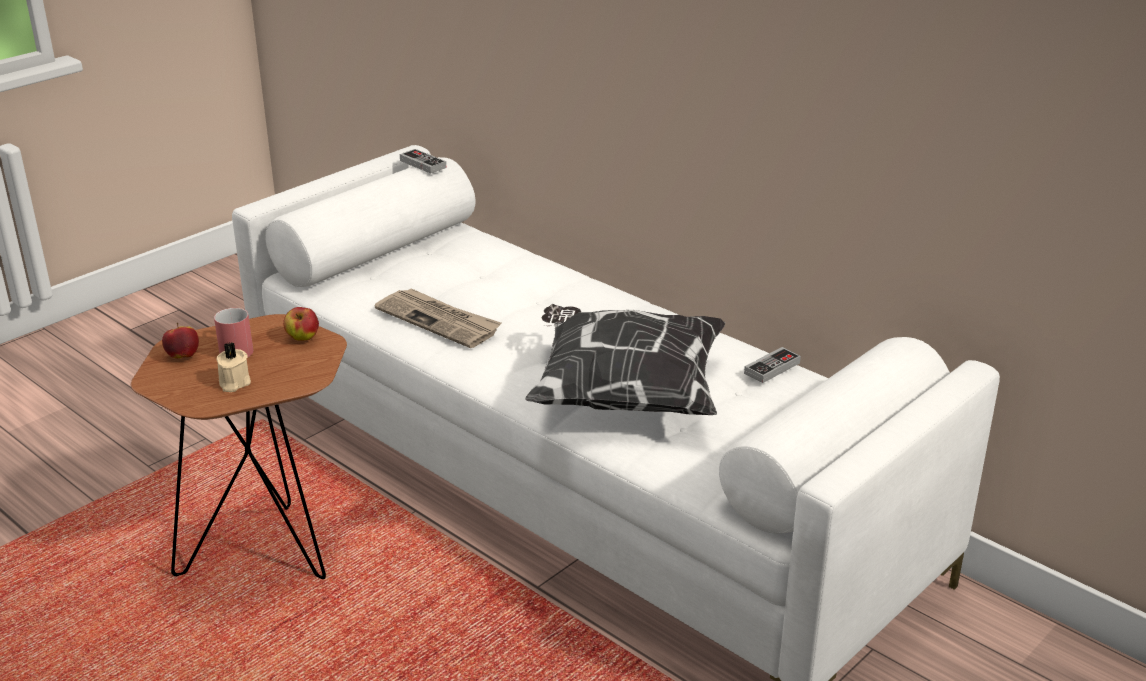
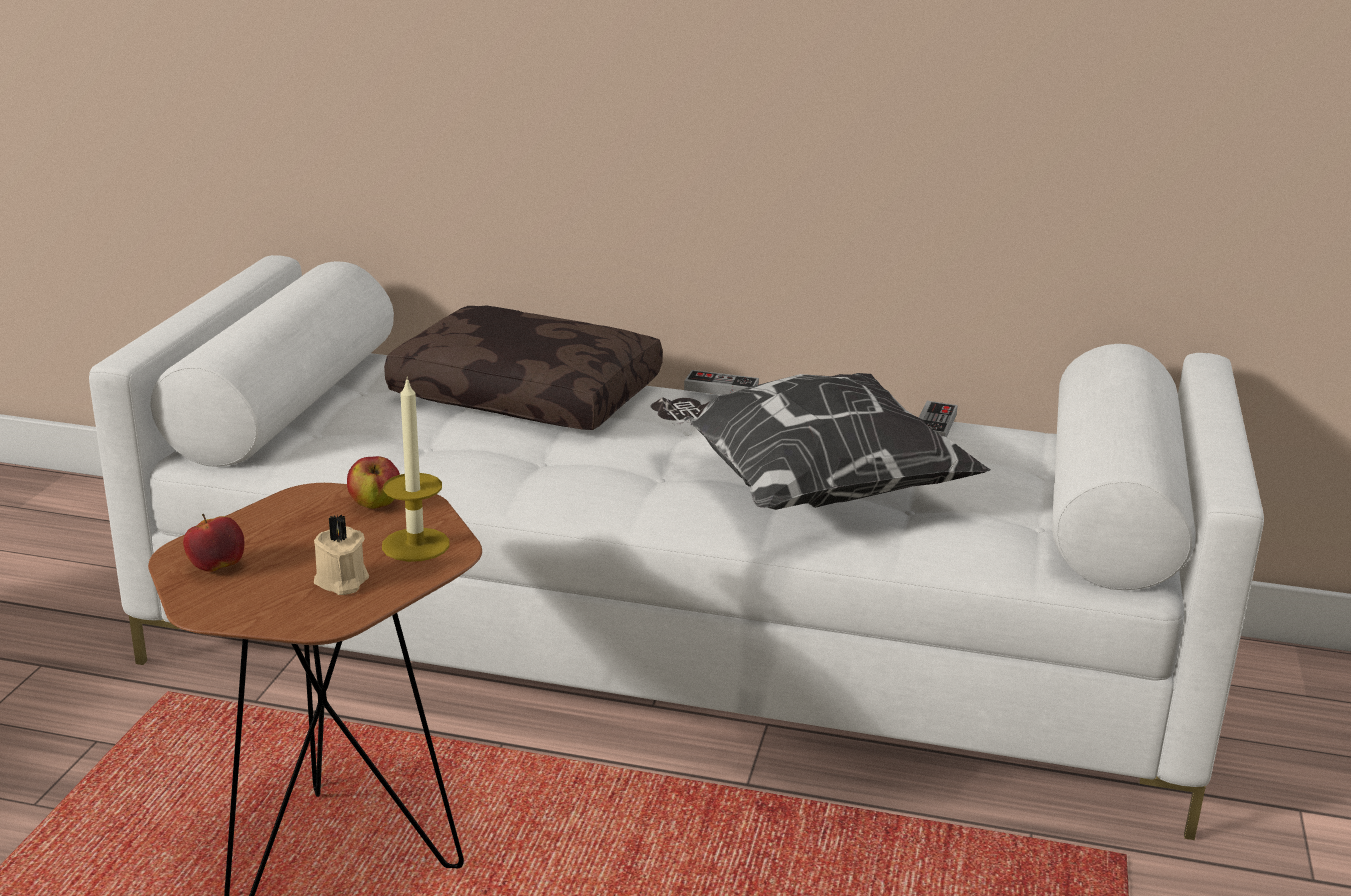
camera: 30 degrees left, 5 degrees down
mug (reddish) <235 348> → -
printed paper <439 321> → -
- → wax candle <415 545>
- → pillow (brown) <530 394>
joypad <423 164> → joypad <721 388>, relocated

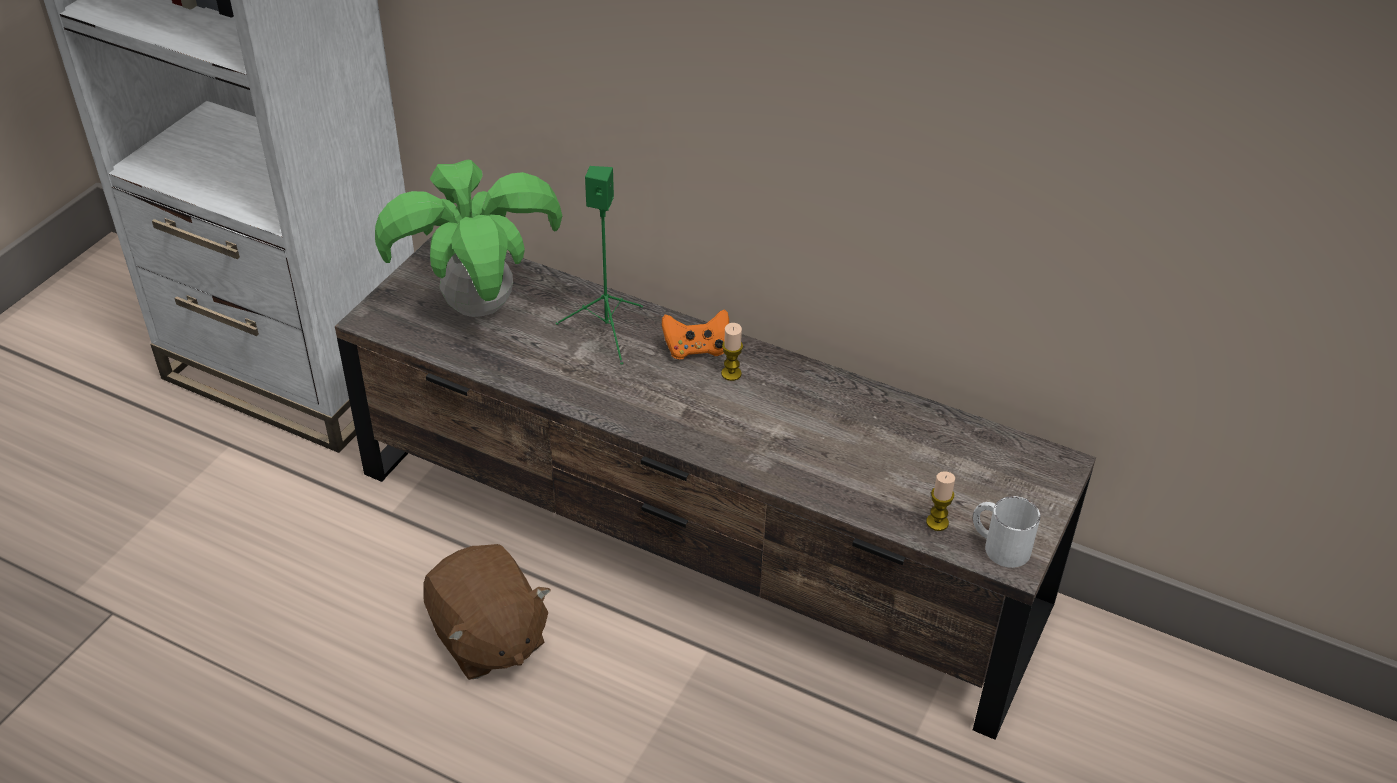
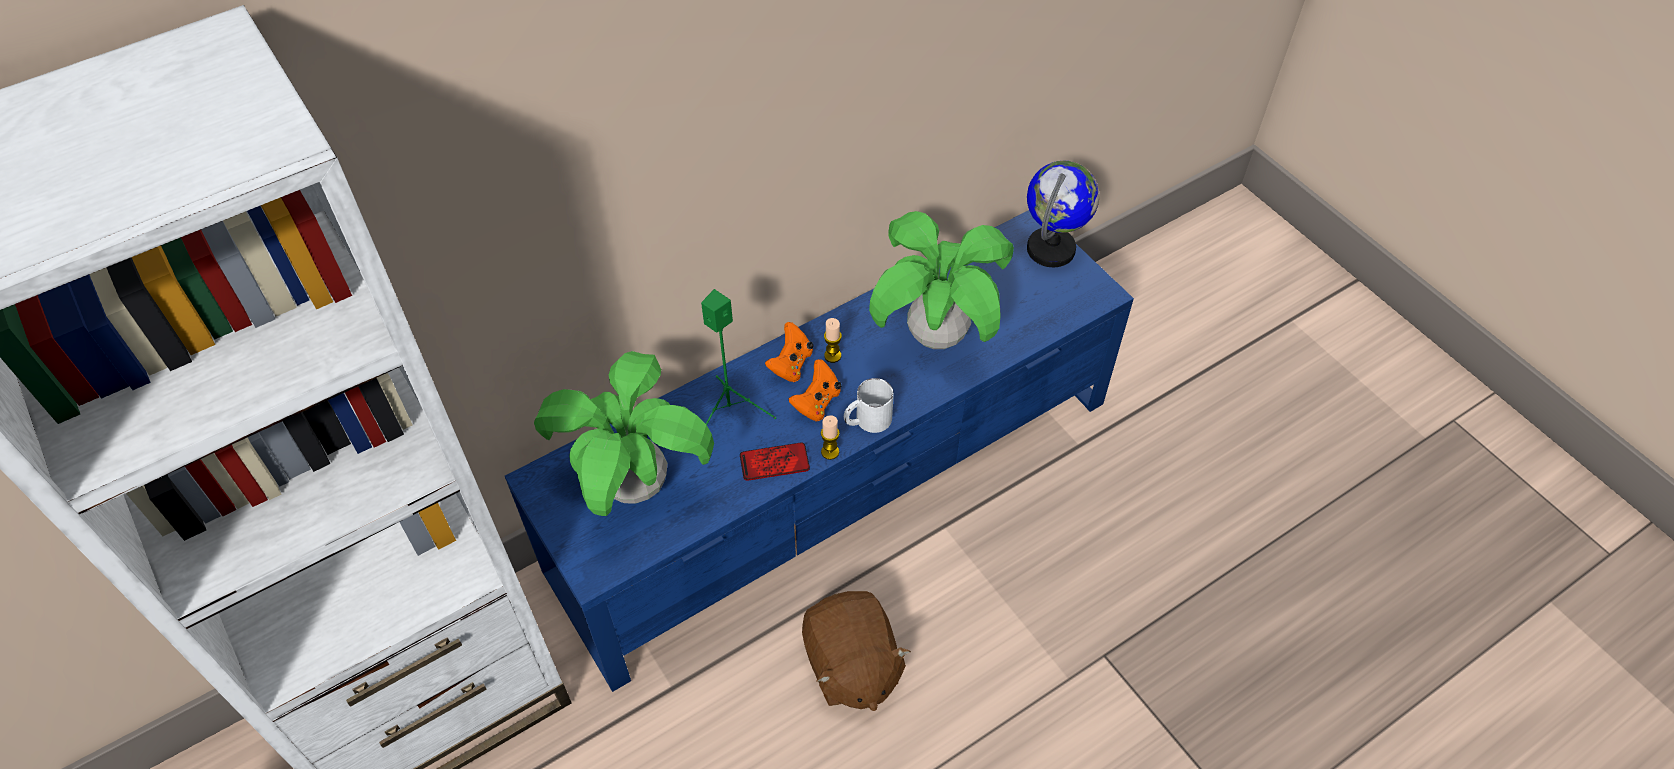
camera: 60 degrees left, 10 degrees up
- → phone <774 462>
- → joypad (orange) <817 402>
- → potted plant <938 336>
- → world globe <1051 249>
wax candle <937 522> → wax candle <830 452>, relocated
mug (white) <998 545> → mug (white) <867 420>, relocated
tv unit (brown) <699 539> → tv unit (blue) <838 483>
plush toy (brown) <488 638> → plush toy (brown) <851 666>, 75 degrees clockwise

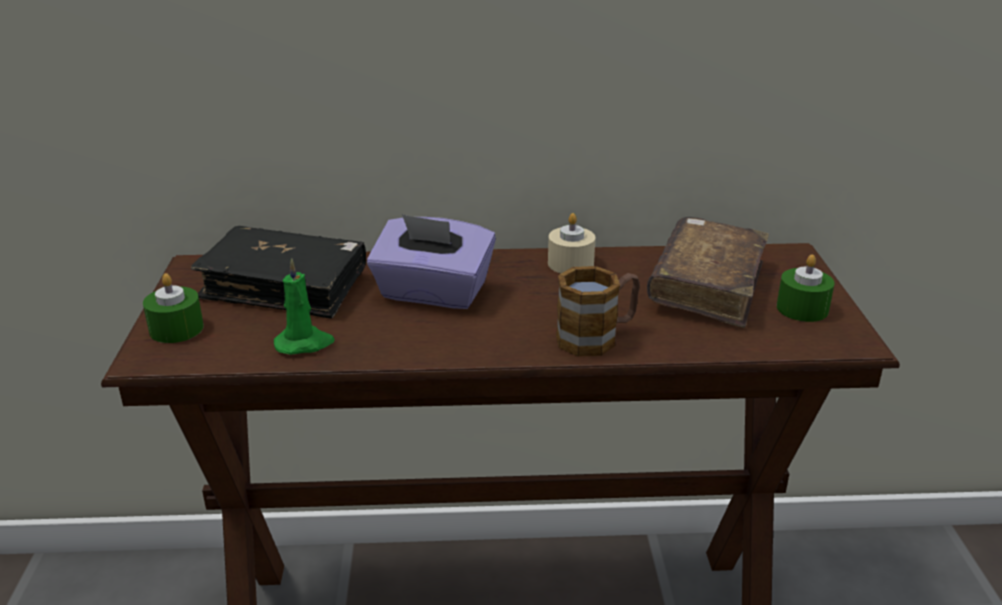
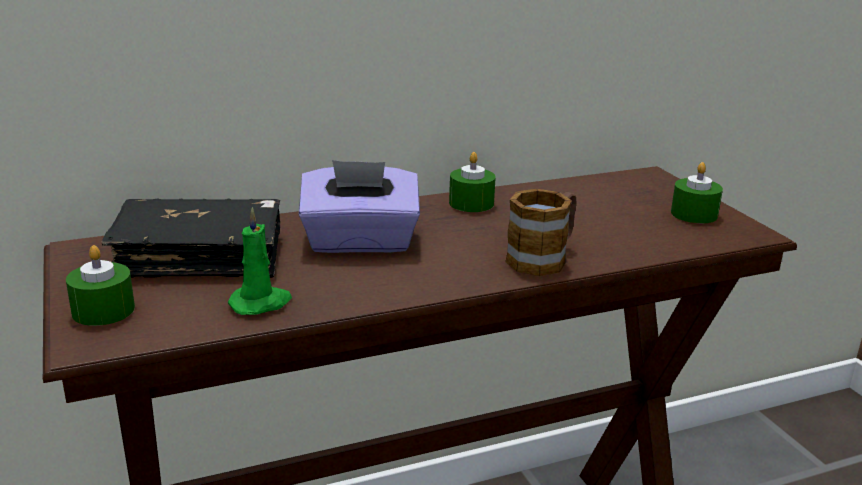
camera: 20 degrees left, 5 degrees down
volume (brown) <707 286> → -
wax candle (sand-coloured) <570 264> → wax candle (green-coloured) <471 203>

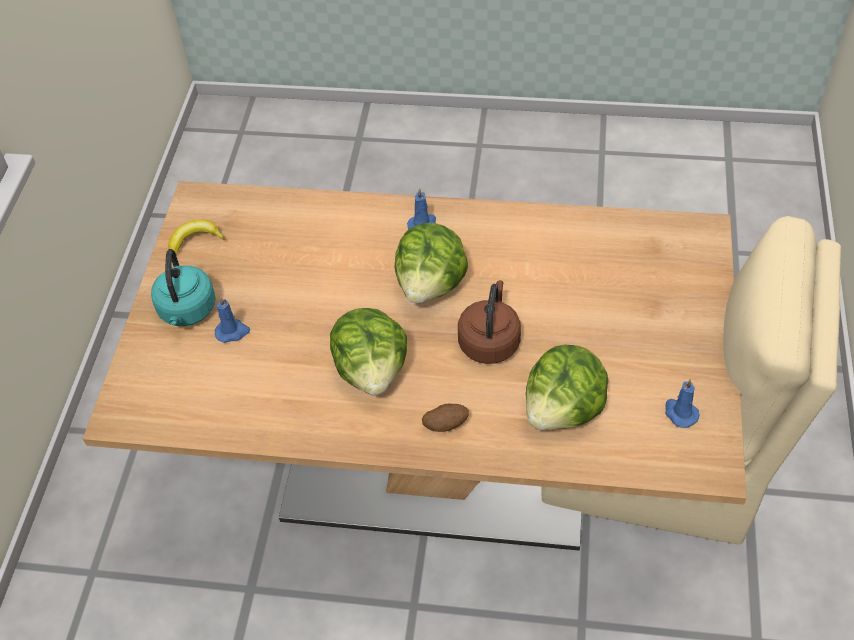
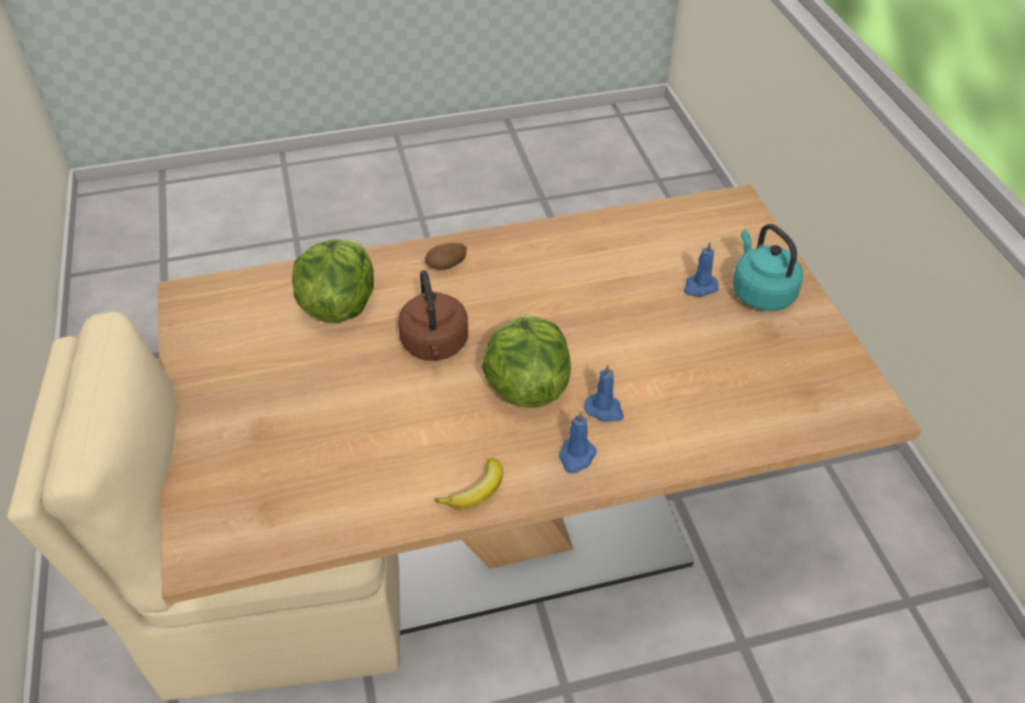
camera: 155 degrees right, 5 degrees down
lettuce head <372 370> → -
banana fruit <195 241> → banana fruit <476 491>, relocated
wax candle (blue) <680 413> → wax candle (blue) <604 410>, relocated

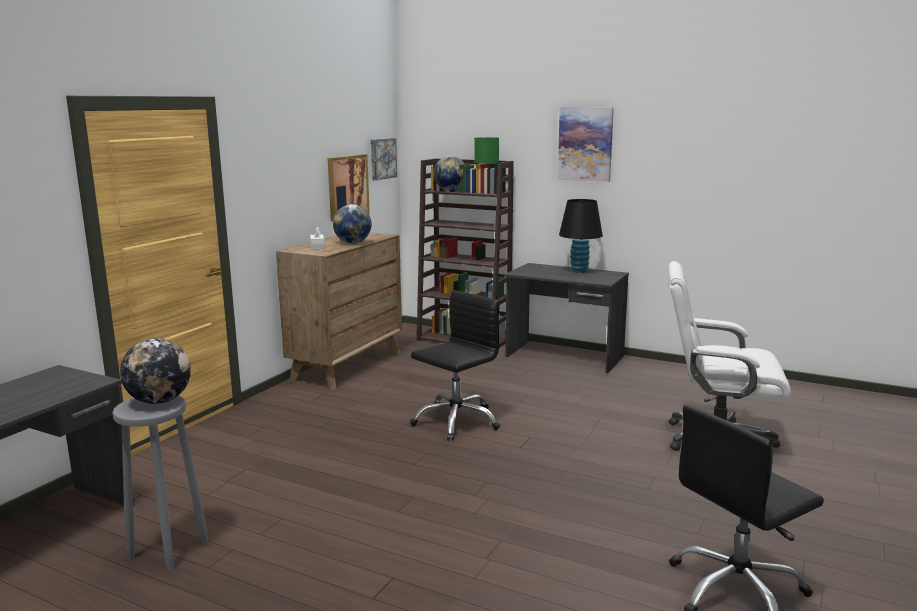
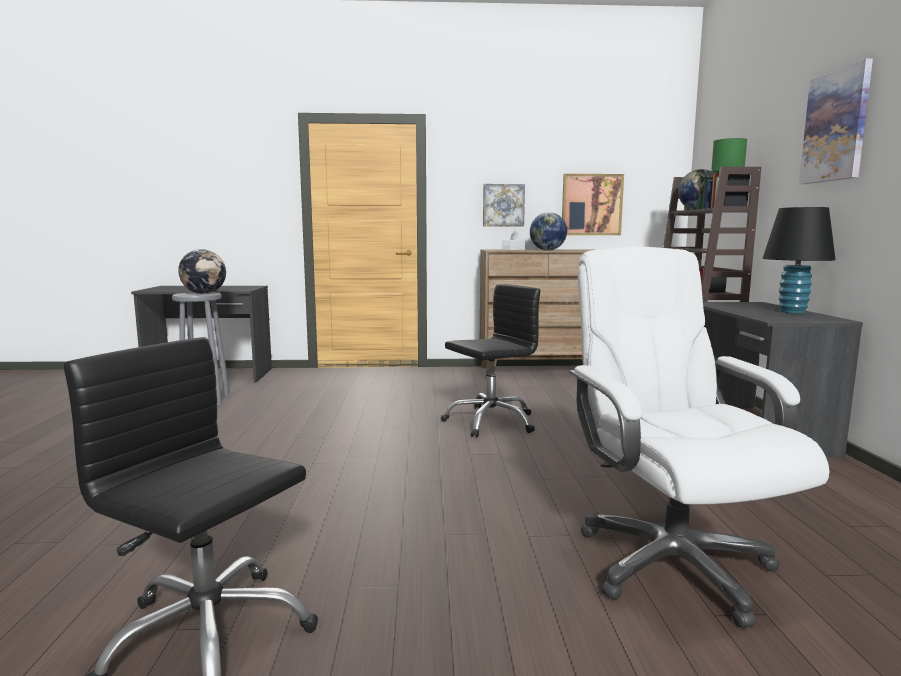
camera: 60 degrees right, 5 degrees down
wall art <382 158> → wall art <503 205>, relocated
office chair (blackish) <456 421> → office chair (blackish) <490 421>, 45 degrees counterclockwise

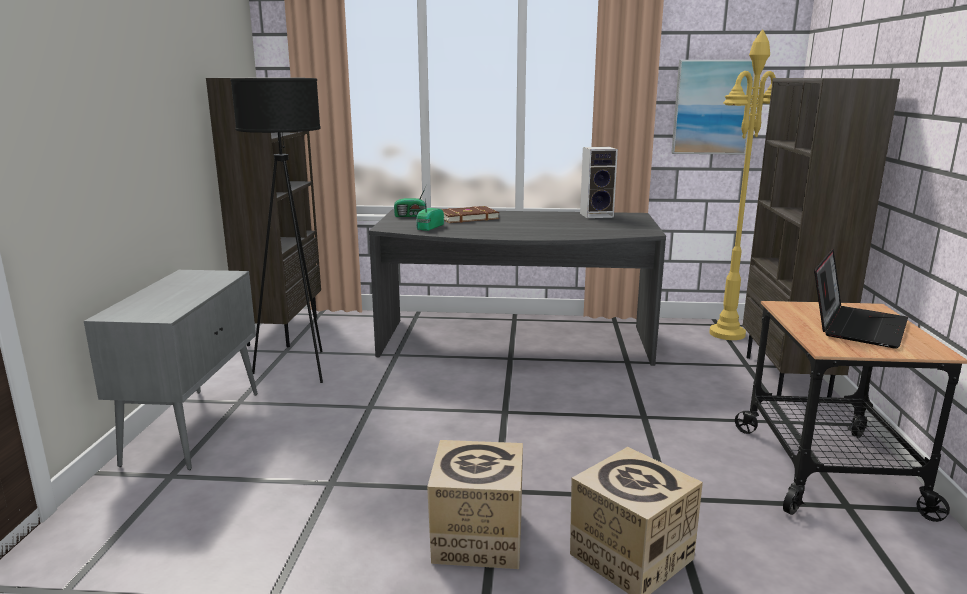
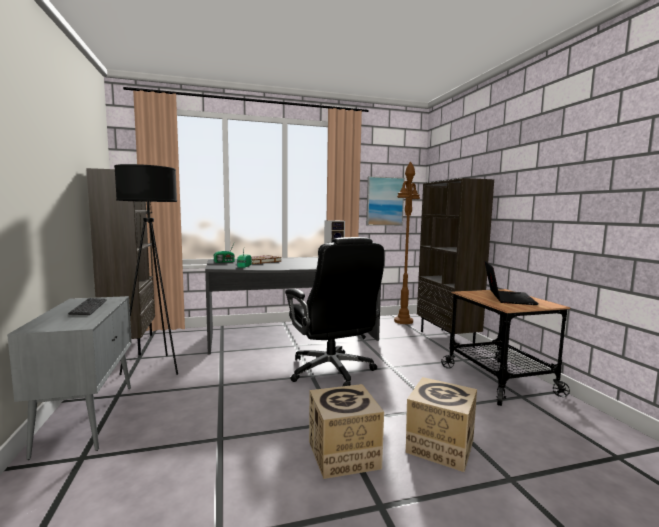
camera: 20 degrees left, 10 degrees down
- → PC keyboard <89 308>
- → office chair (blackish) <332 371>
standard lamp (yellowish) <727 334> → standard lamp (brown) <403 321>

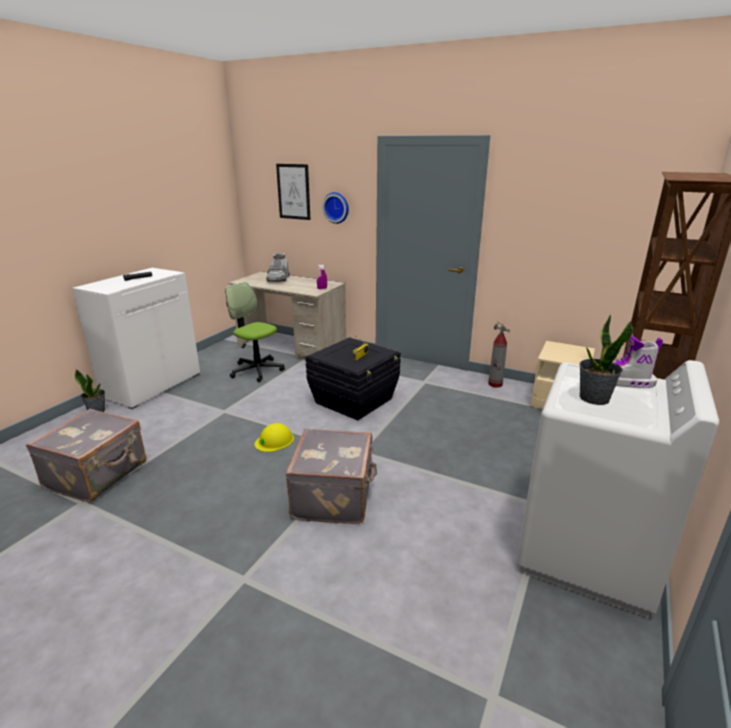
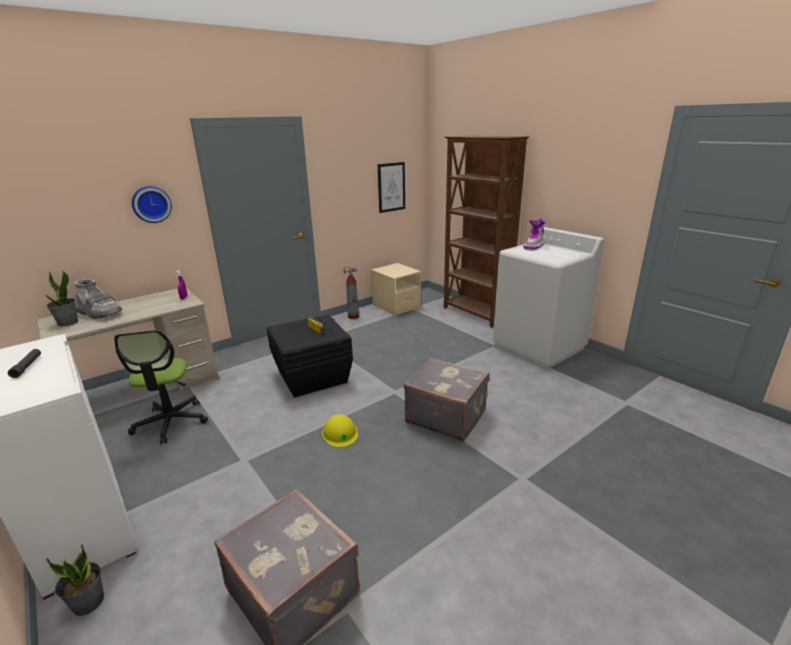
camera: 65 degrees left, 0 degrees up
wall art <293 192> → wall art <391 187>, relocated
potted plant <593 398> → potted plant <68 322>, relocated
office chair <257 370> → office chair <171 422>, 75 degrees counterclockwise

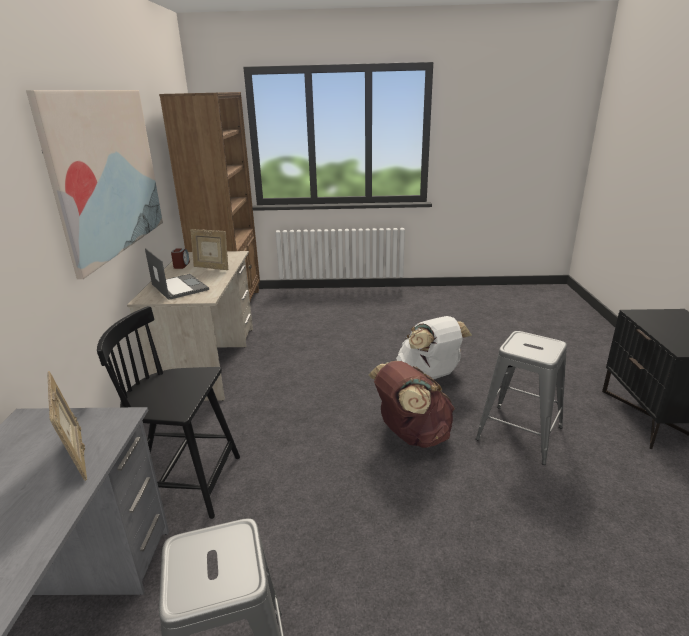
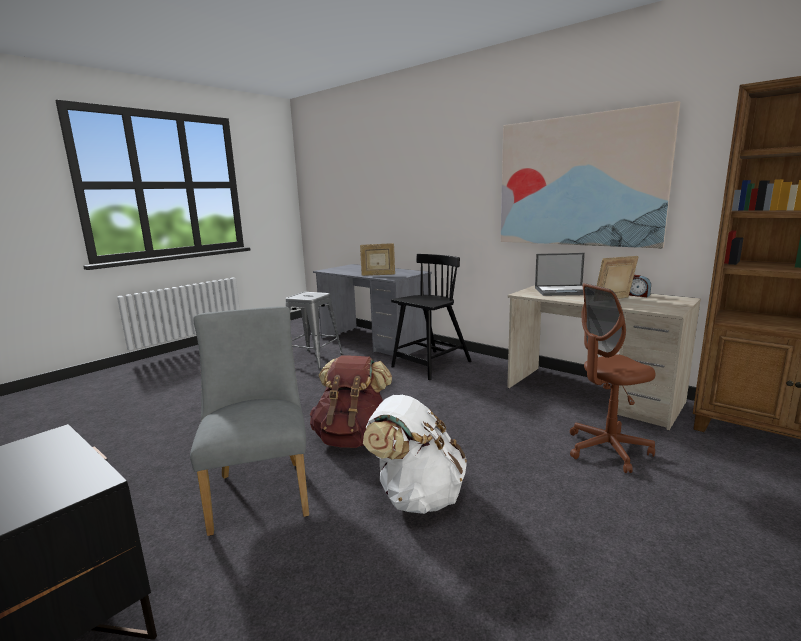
camera: 130 degrees right, 10 degrees down
- → office chair (brown) <607 450>
stool seat (gray) <520 433> → plain chair (gray) <261 490>

